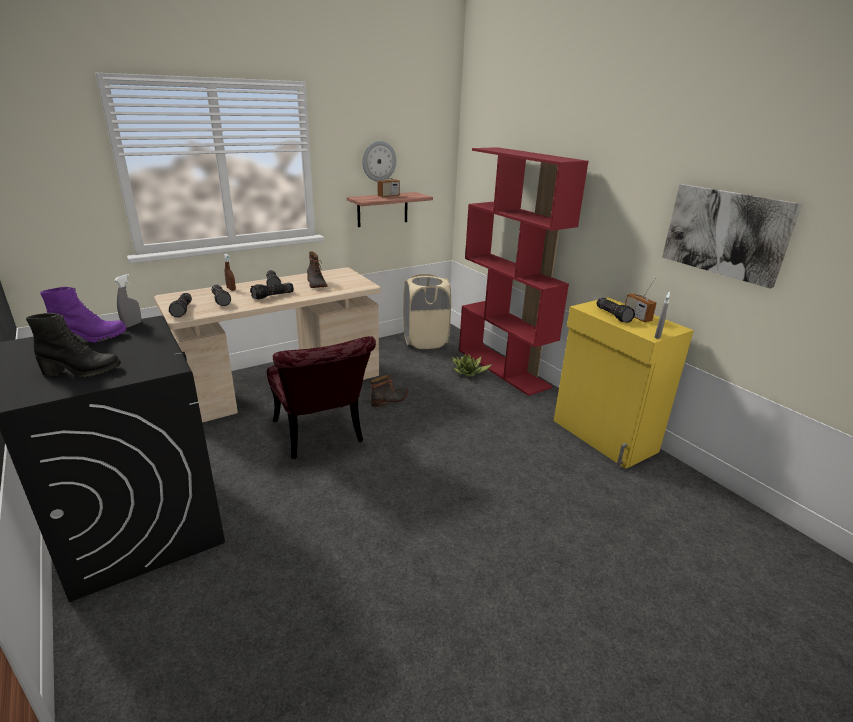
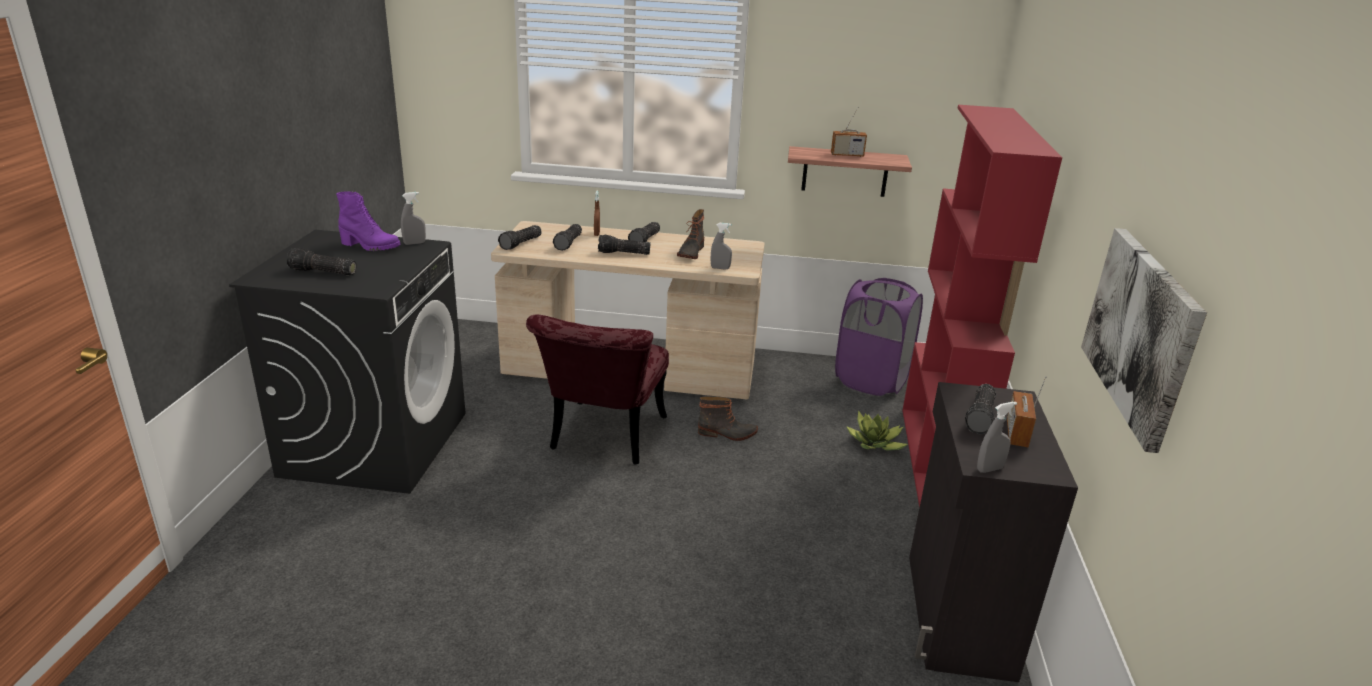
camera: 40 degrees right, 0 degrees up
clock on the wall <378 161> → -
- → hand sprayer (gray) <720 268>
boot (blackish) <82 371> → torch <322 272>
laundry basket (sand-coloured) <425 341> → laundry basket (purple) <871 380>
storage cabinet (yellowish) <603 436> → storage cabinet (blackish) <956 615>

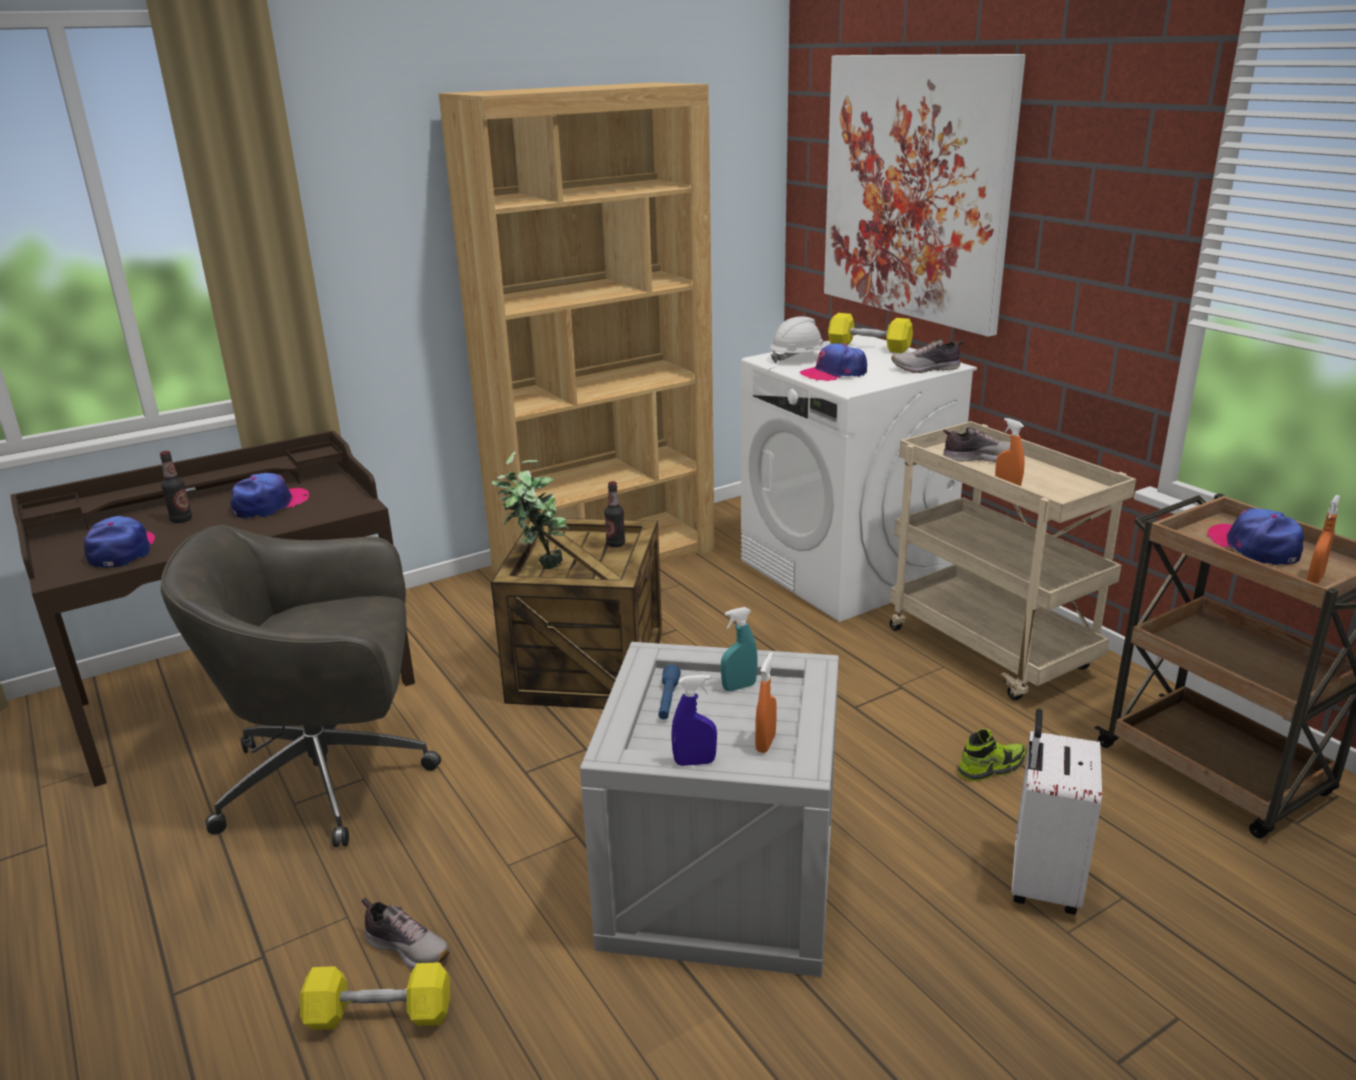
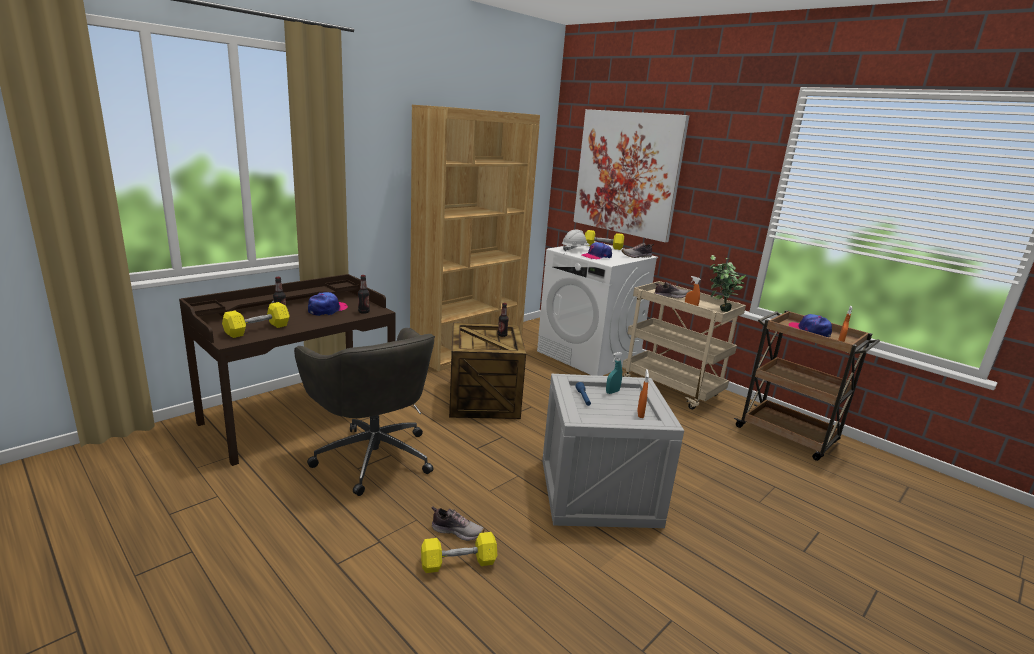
camera: 15 degrees left, 5 degrees down
hand sprayer (blue) <694 762> → -
low shoe <991 768> → -
travel case (white) <1041 882> → -
- → bottle <364 312>
potted plant <537 566> → potted plant <718 310>, relocated
peaked cap <122 550> → dumbbell (yellowish) <257 329>
office chair (gray) <332 778> → office chair (gray) <373 455>, 105 degrees counterclockwise

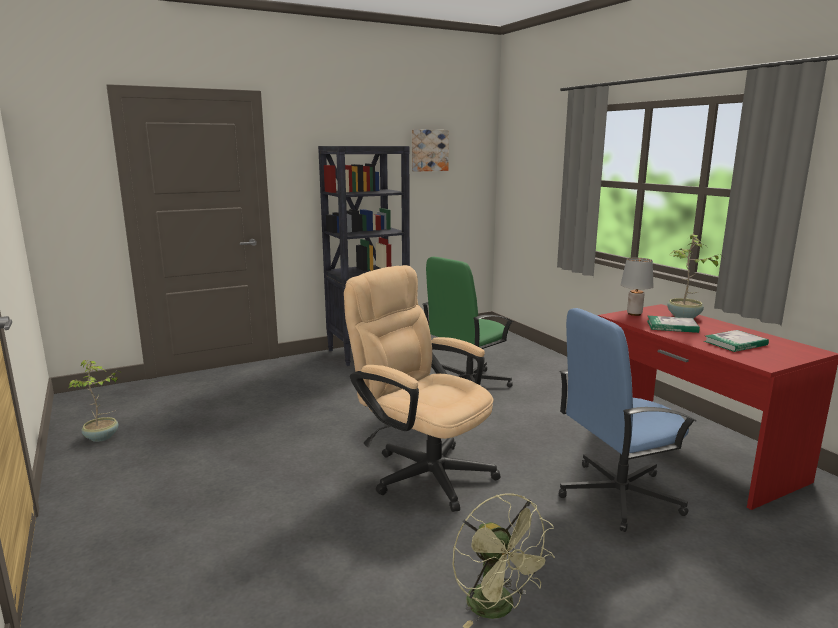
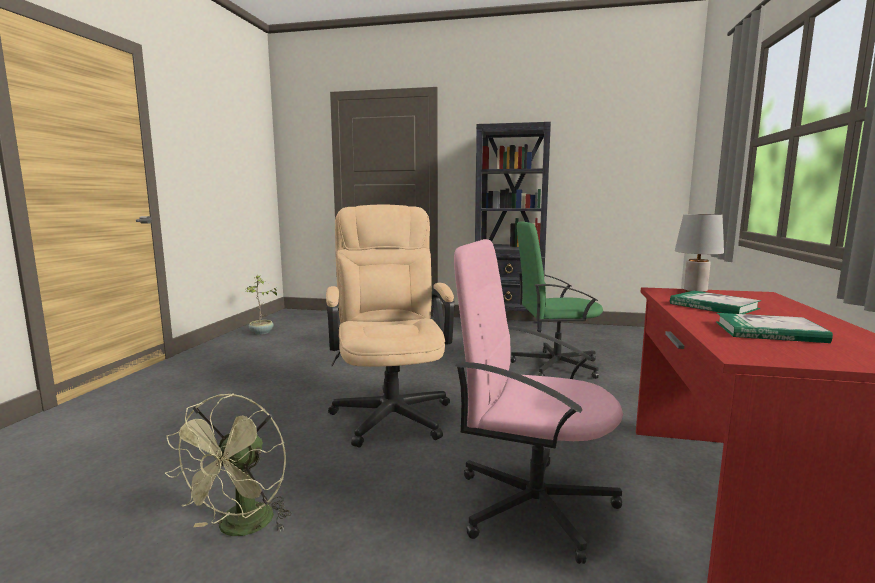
camera: 40 degrees right, 5 degrees down
wall art <429 150> → -
potted plant <684 317> → -
office chair (blue) <617 495> → office chair (pinkish) <532 504>

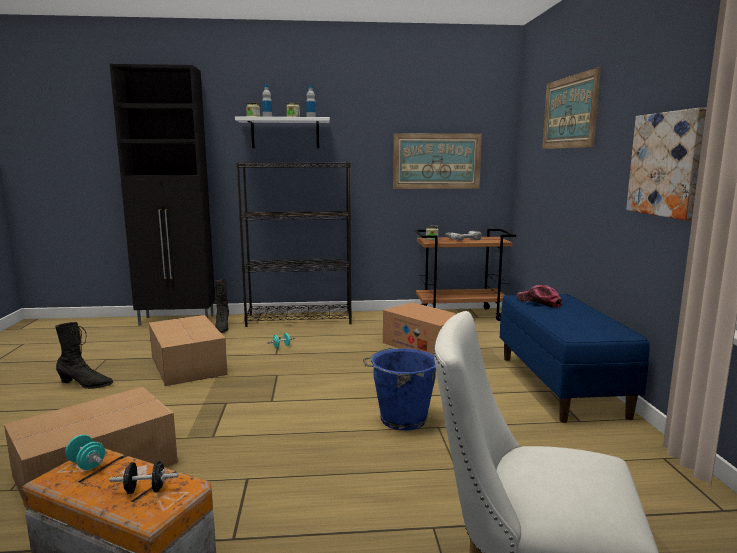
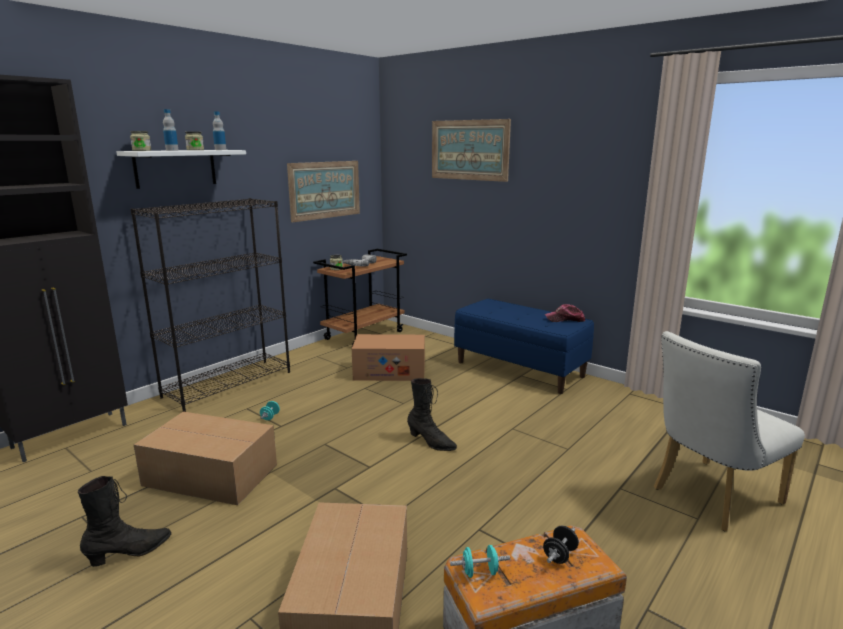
camera: 45 degrees left, 5 degrees up
water bucket (blue) <401 419> → -
wall art <665 164> → -
boot (blackish) <222 328> → boot (blackish) <431 442>, relocated
peaked cap <539 302> → peaked cap <565 319>, relocated

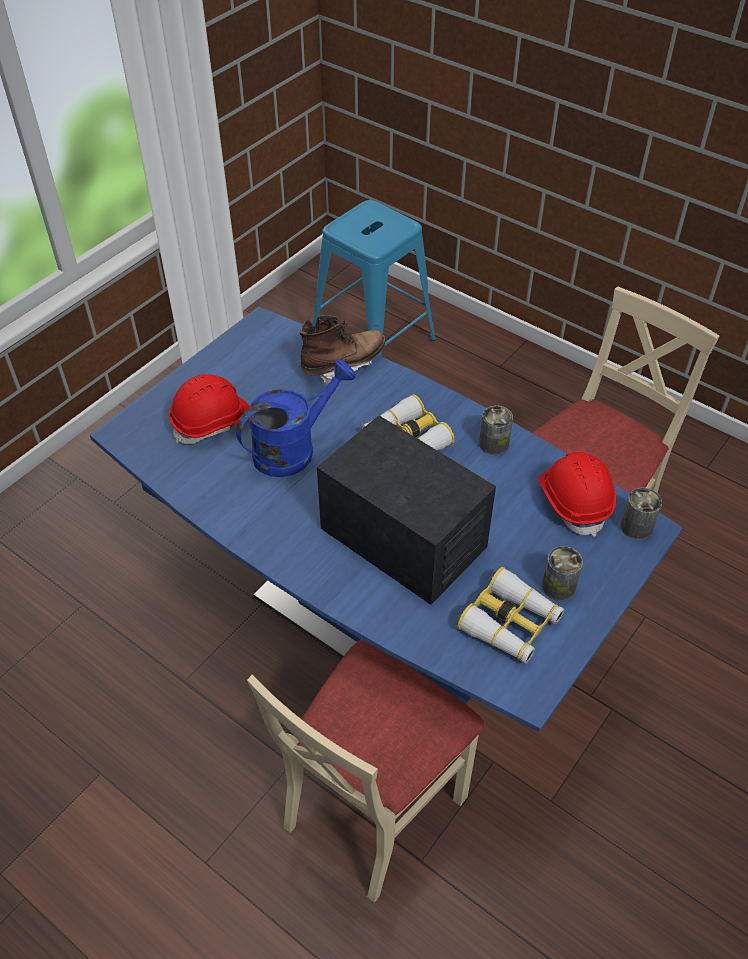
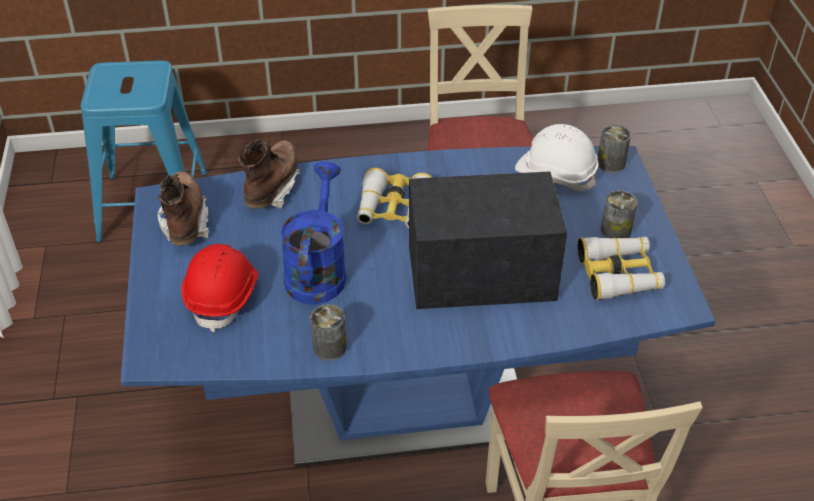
camera: 45 degrees left, 5 degrees down
- → boot (brown) <185 221>
can <493 444> → can <329 347>, relocated
safety helmet (reddish) <574 501> → safety helmet (white) <556 173>

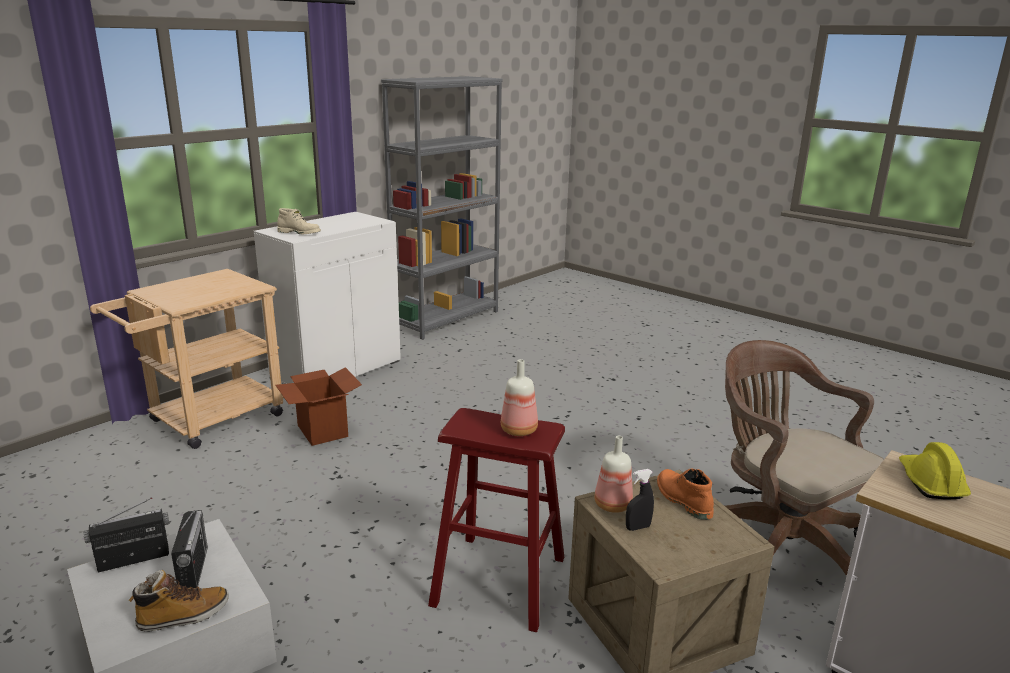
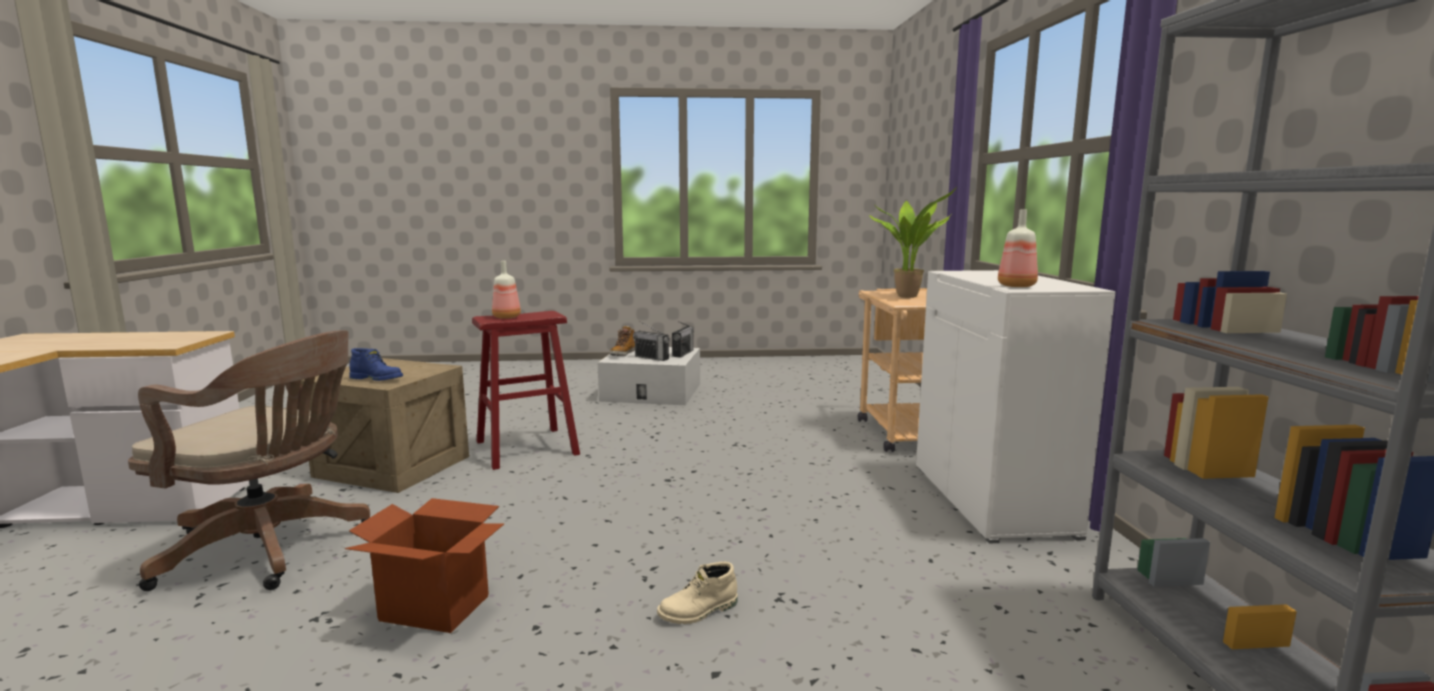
camera: 135 degrees right, 10 degrees down
hand sprayer (blackish) <638 527> → -
safety helmet (yellowish) <930 483> → -
- → potted plant <909 296>
cardboard box <322 431> → cardboard box <435 608>, relocated
boot (sand-coloured) <300 233> → boot (sand-coloured) <698 611>, relocated
bottle <612 505> → bottle <1016 286>, relocated
boot (orange) <682 500> → boot (blue) <377 379>

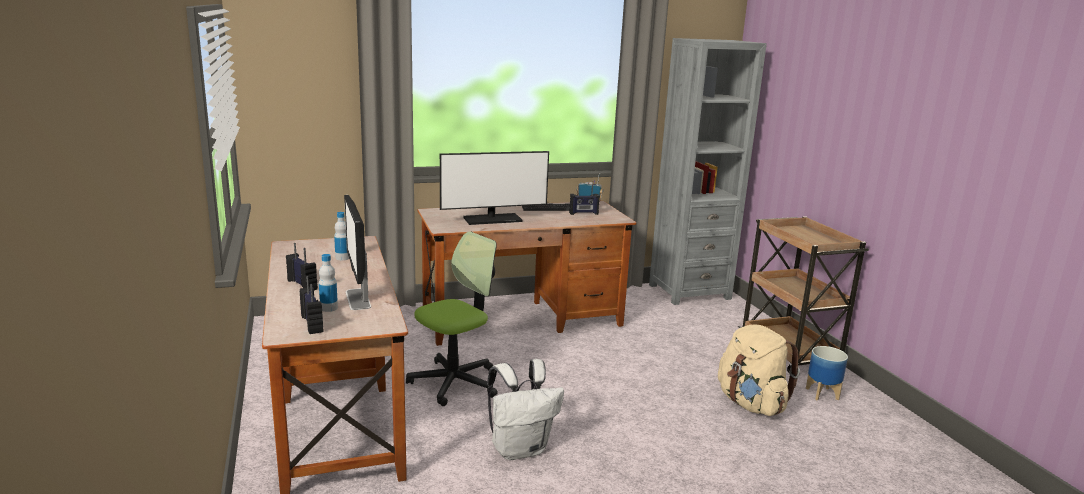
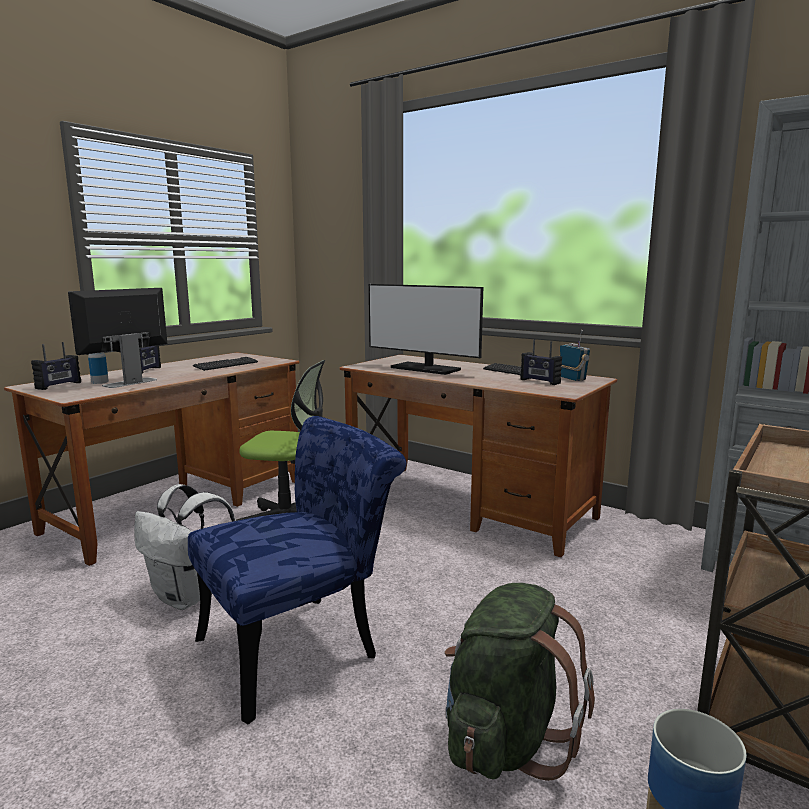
camera: 55 degrees right, 5 degrees down
- → plain chair (blue) <302 645>
bottle <342 258> → PC keyboard <226 365>
knapsack (sand-coloured) <751 404> → knapsack (green-coloured) <506 739>

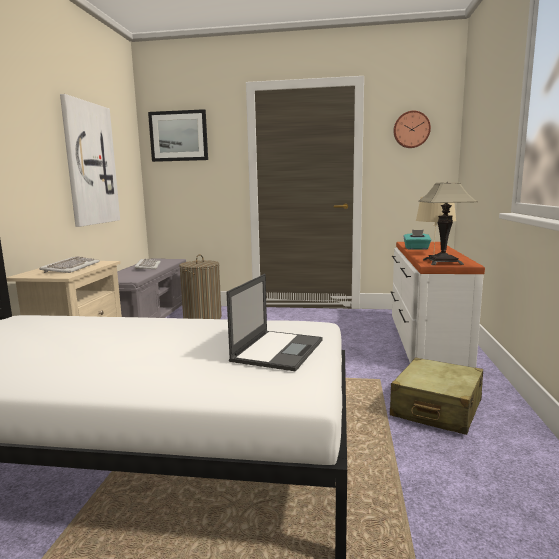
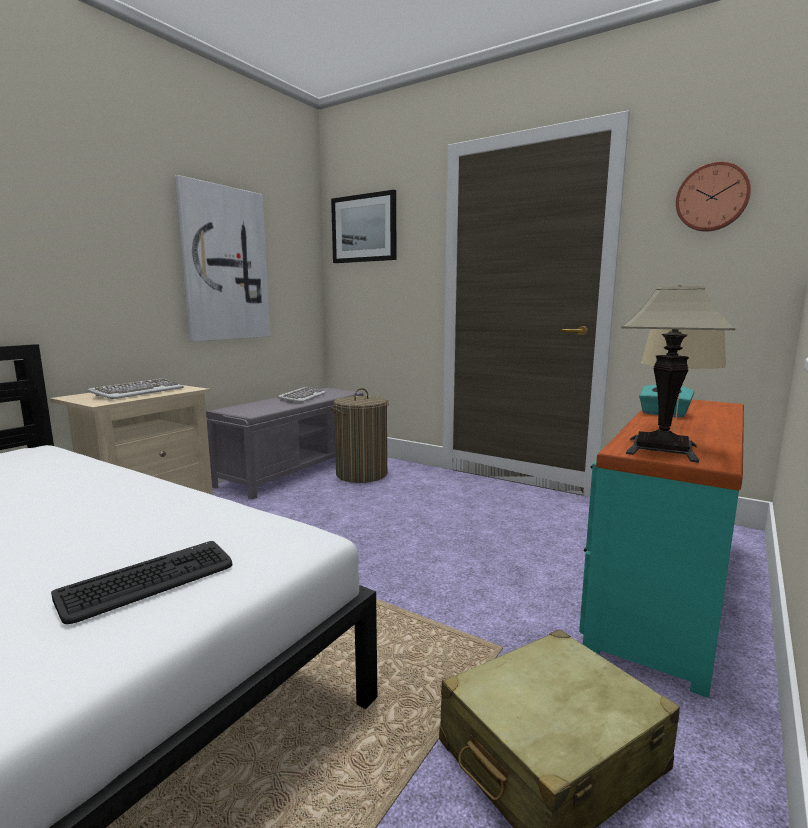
camera: 25 degrees right, 0 degrees up
portable computer <278 350> → PC keyboard <149 581>
drawer chest (white) <425 341> → drawer chest (turquoise-coloured) <661 587>

